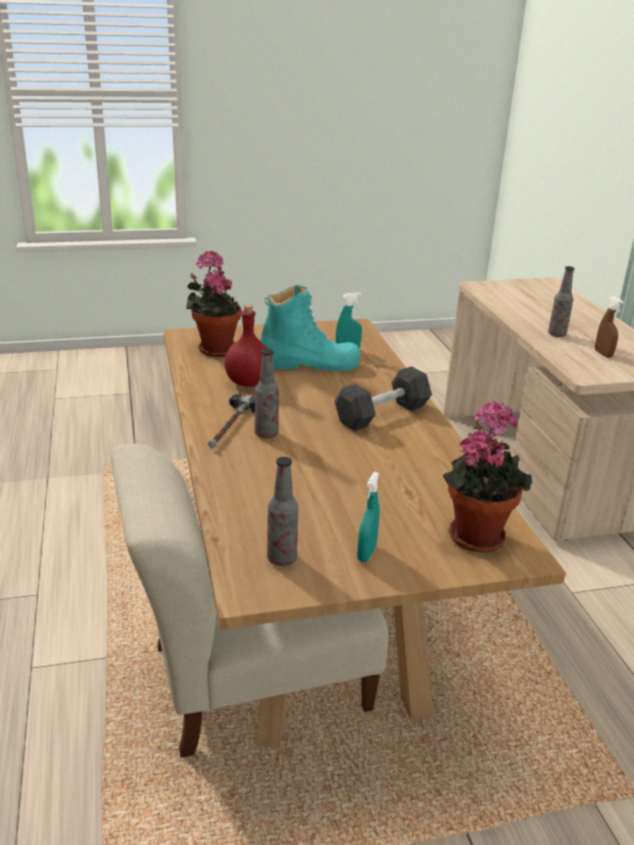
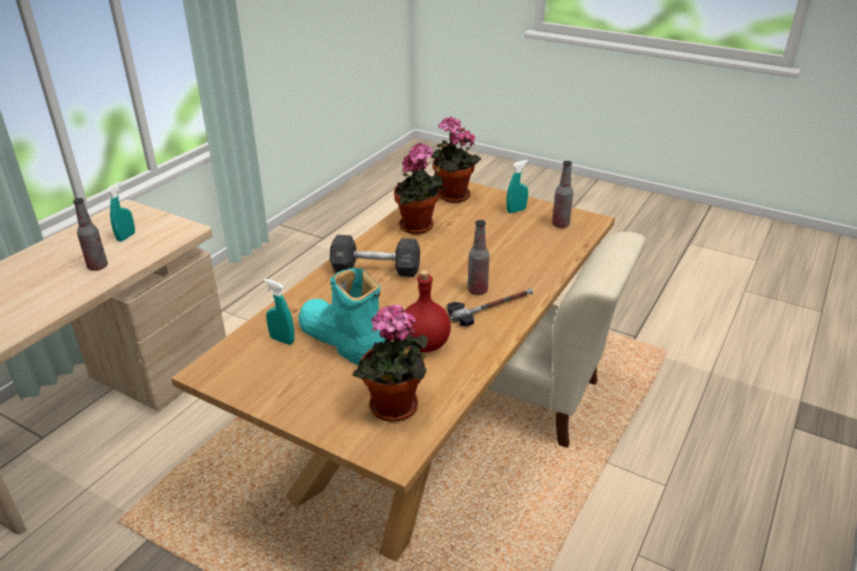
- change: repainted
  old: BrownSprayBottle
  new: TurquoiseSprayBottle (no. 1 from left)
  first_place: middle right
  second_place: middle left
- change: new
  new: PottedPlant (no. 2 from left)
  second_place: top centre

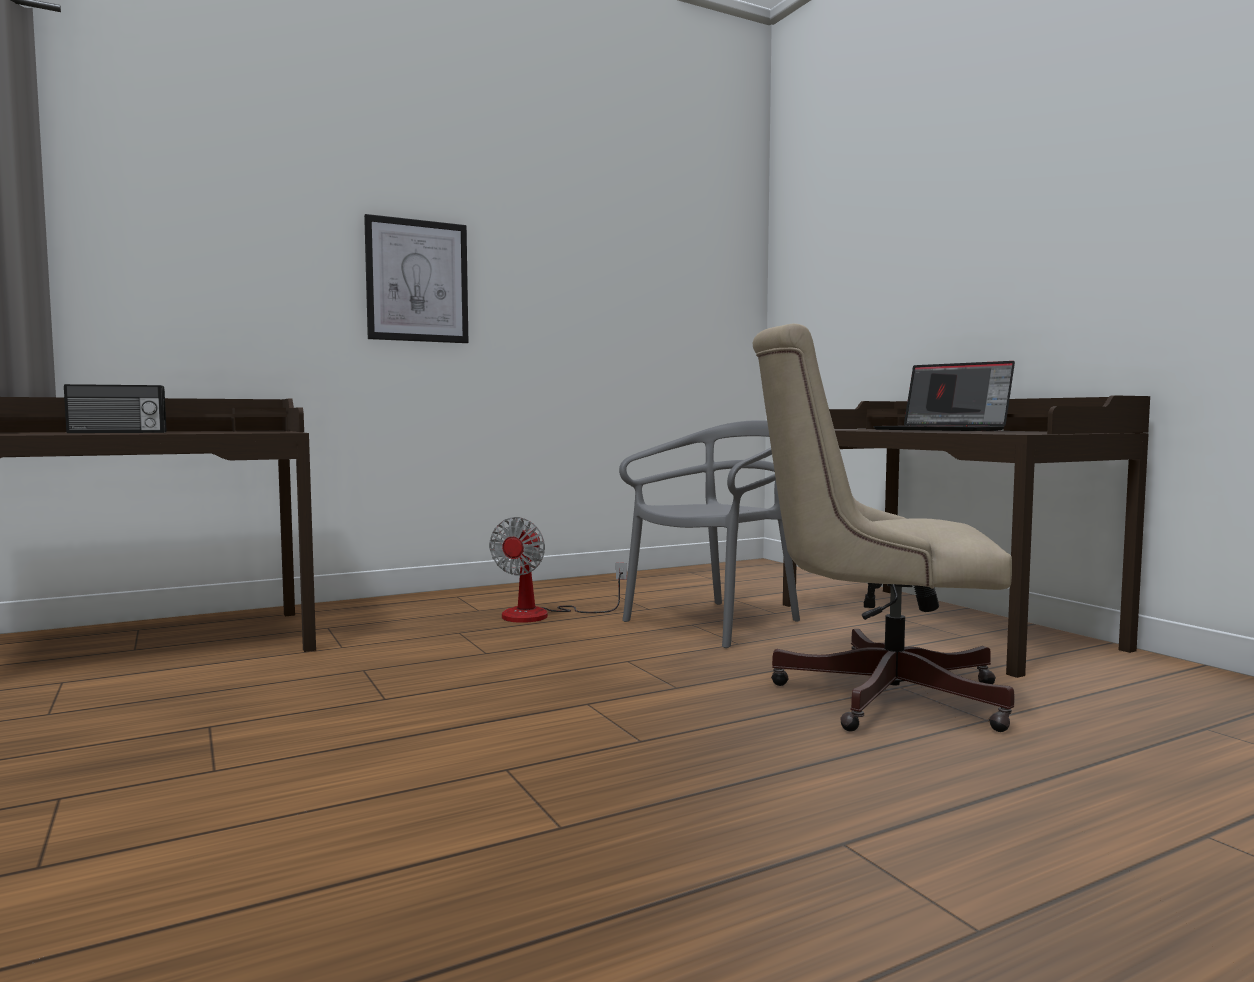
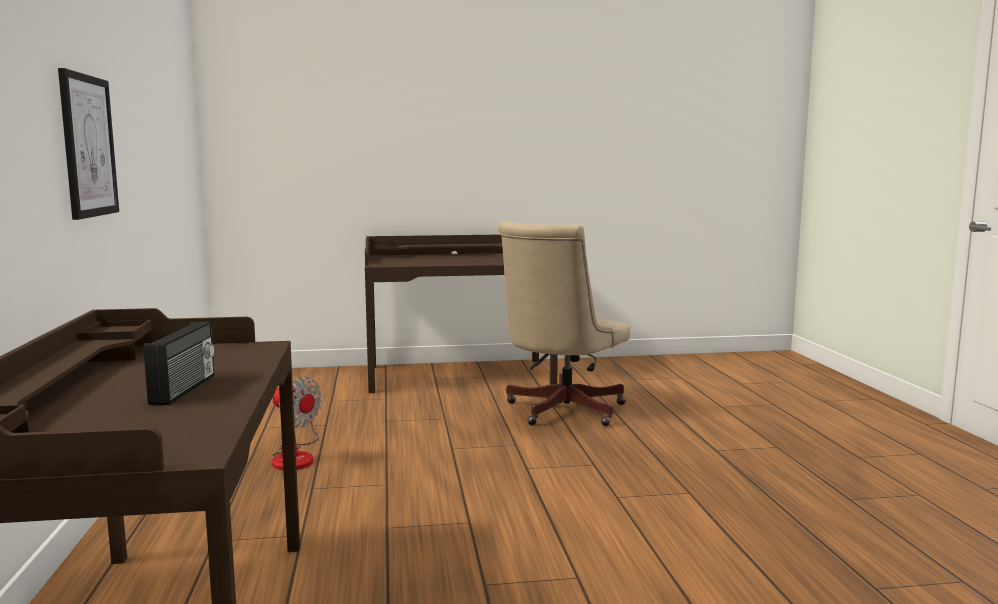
- change: gone
  old: Laptop
  first_place: middle right
- change: gone
  old: GreyChair
  first_place: centre

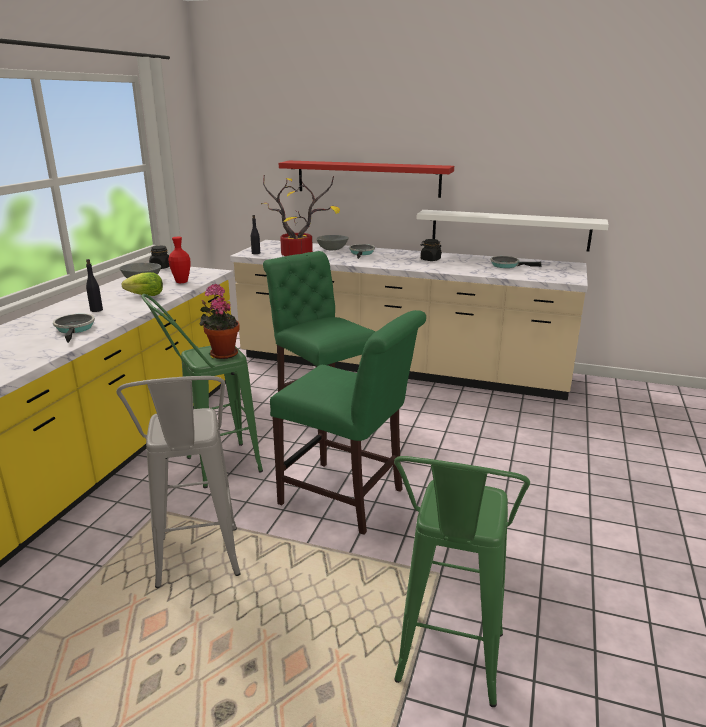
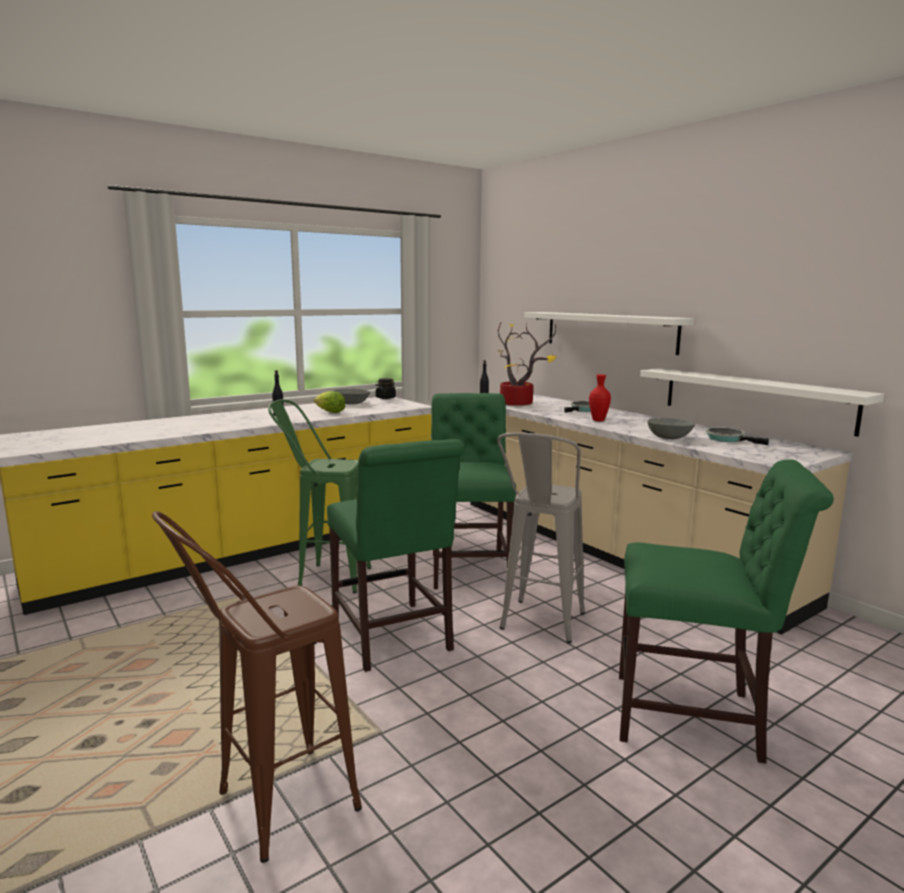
- change: repainted
  old: RedShelf
  new: WhiteShelf (no. 1 from left)
  first_place: top centre
  second_place: middle right
- change: shifted
  old: GreyBowl (no. 2 from left)
  first_place: top centre
  second_place: middle right
- change: shifted
  old: RedVase
  first_place: middle left
  second_place: centre
- change: gone
  old: BlackJar (no. 2 from left)
  first_place: centre
- change: gone
  old: PottedPlant (no. 1 from left)
  first_place: middle left
- change: gone
  old: FryingPan (no. 1 from left)
  first_place: middle left
- change: shifted
  old: GreyStool
  first_place: middle left
  second_place: centre
- change: repainted
  old: GreenStool (no. 2 from left)
  new: BrownStool
  first_place: bottom centre
  second_place: bottom left
- change: new
  new: GreenChair (no. 3 from left)
  second_place: bottom right

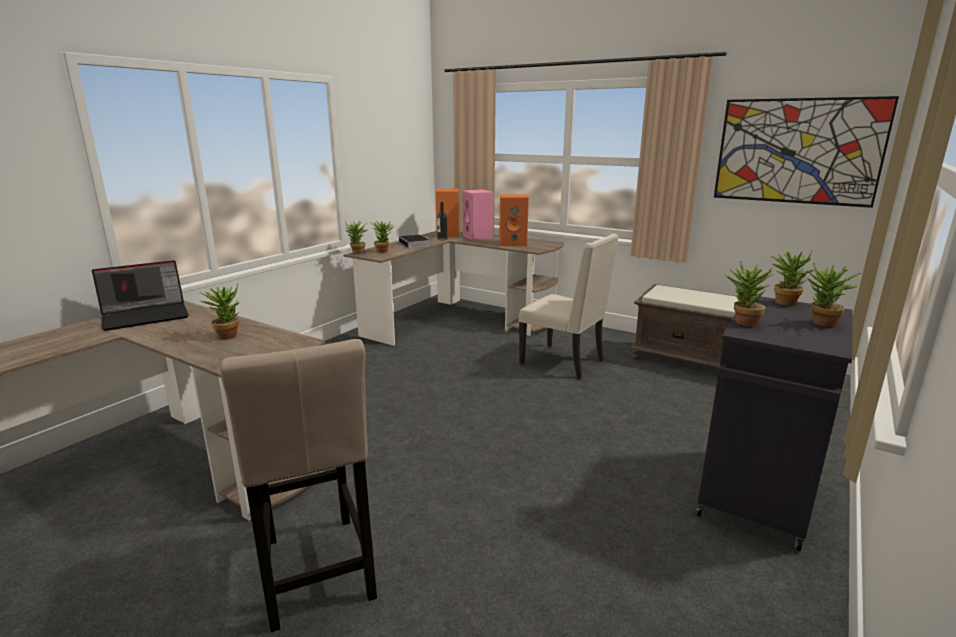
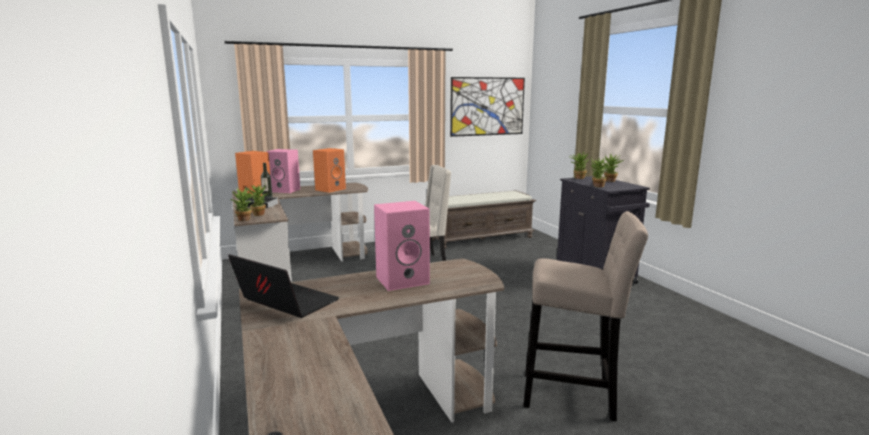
- change: rotated
  old: Laptop
  first_place: middle left
  second_place: middle left
  degrees: -60
- change: swapped
  old: PottedPlant (no. 1 from left)
  new: PinkSpeaker (no. 2 from left)
  first_place: middle left
  second_place: centre

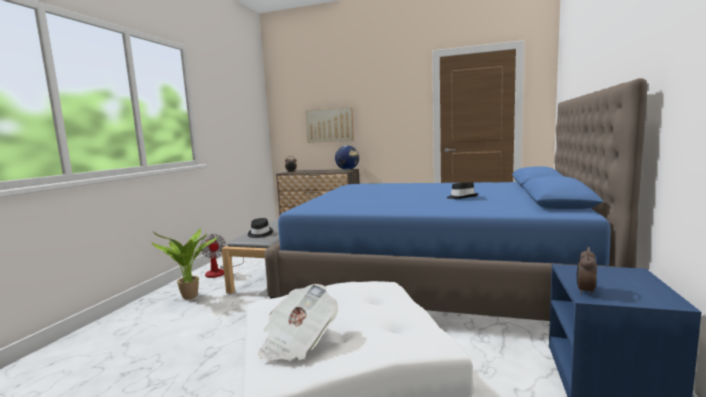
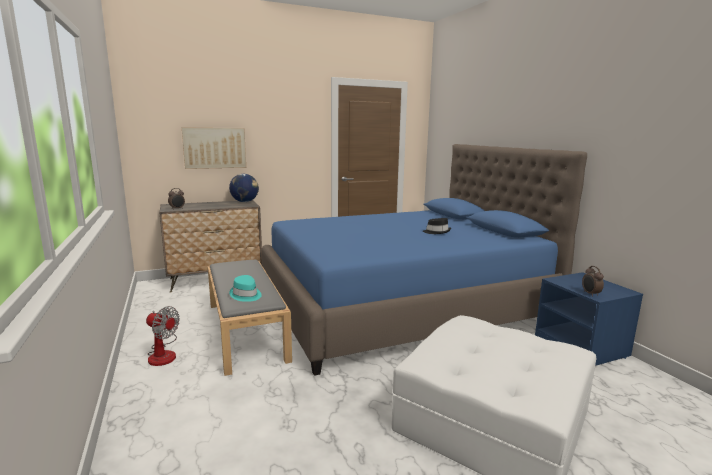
- change: repainted
  old: BlackHat (no. 1 from left)
  new: TurquoiseHat
  first_place: centre
  second_place: centre
- change: gone
  old: PottedPlant
  first_place: middle left
- change: gone
  old: Newspaper
  first_place: bottom centre

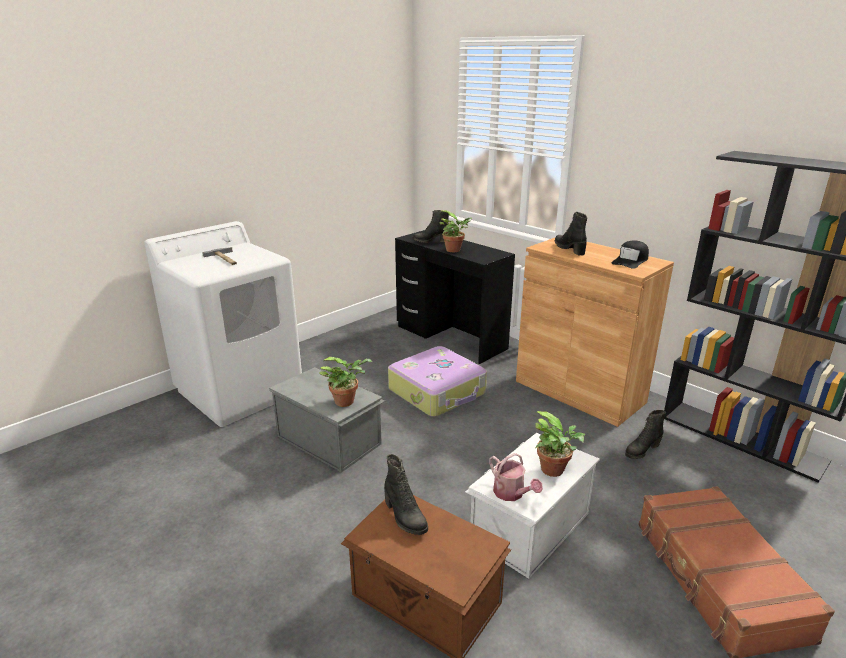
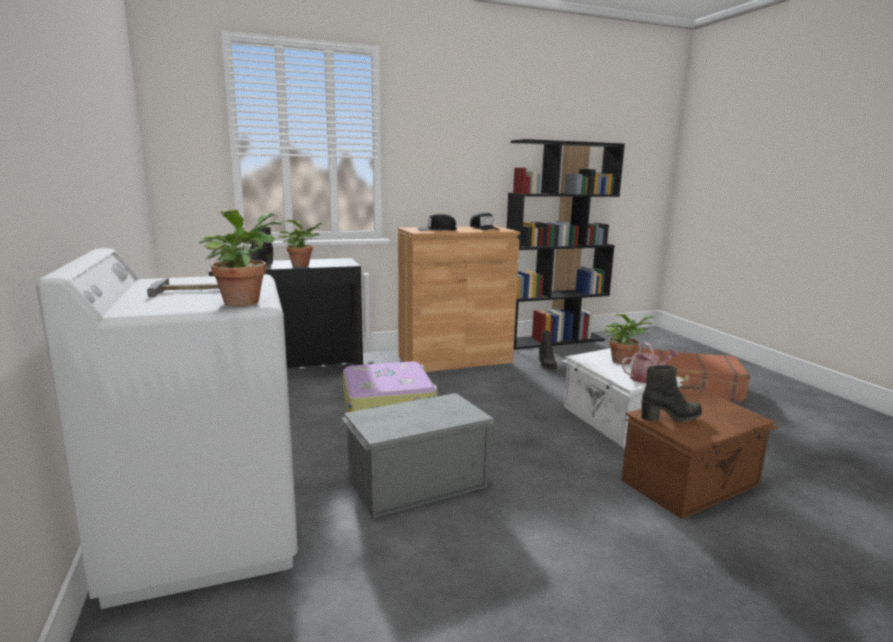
- change: swapped
  old: BlackBoot (no. 3 from left)
  new: BlackCap (no. 1 from left)
  first_place: middle right
  second_place: centre
- change: shifted
  old: PottedPlant (no. 1 from left)
  first_place: centre
  second_place: middle left

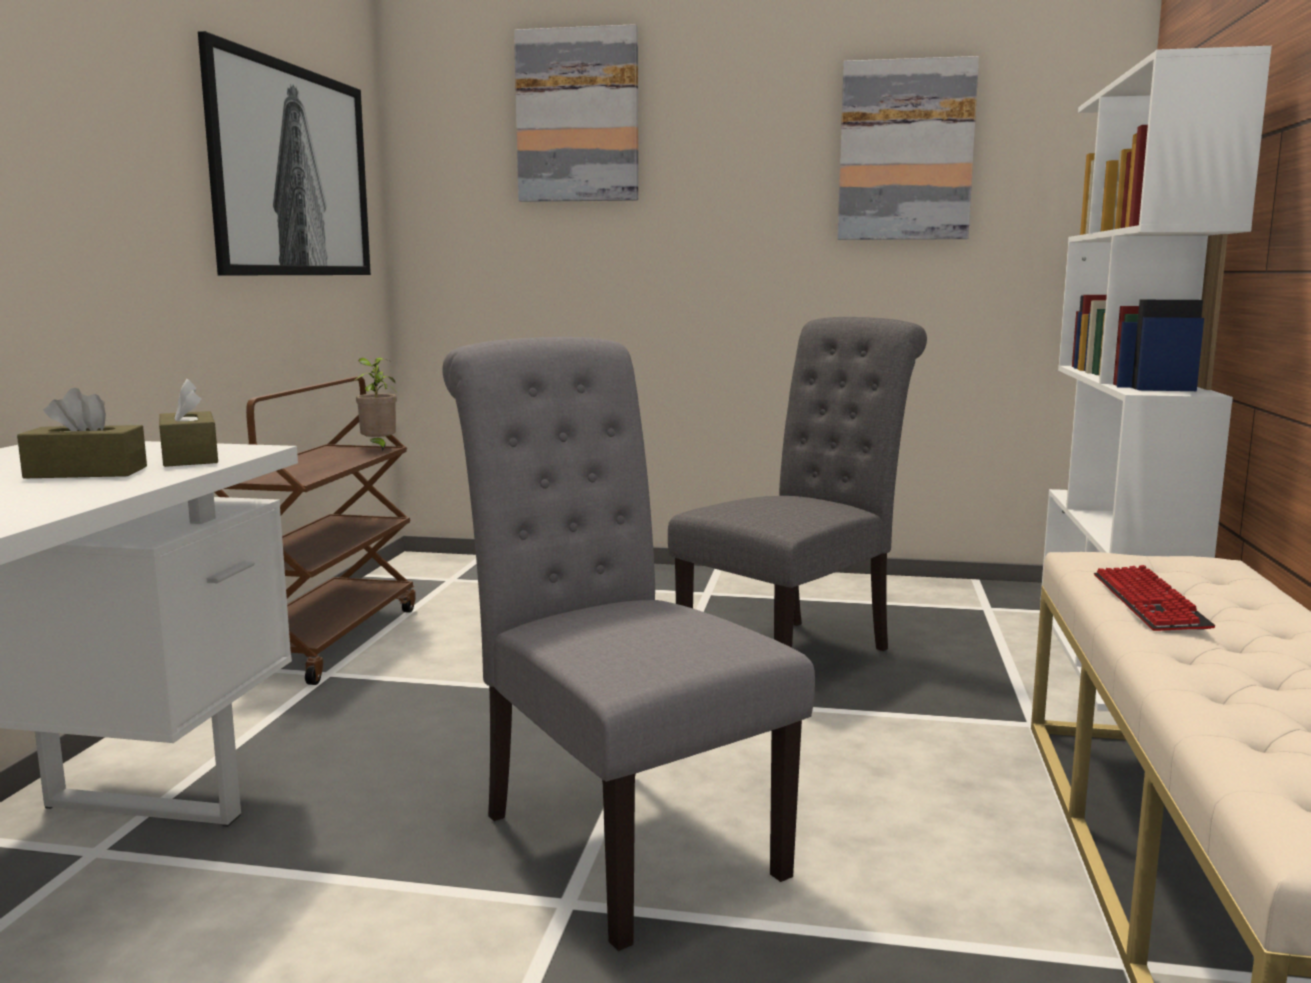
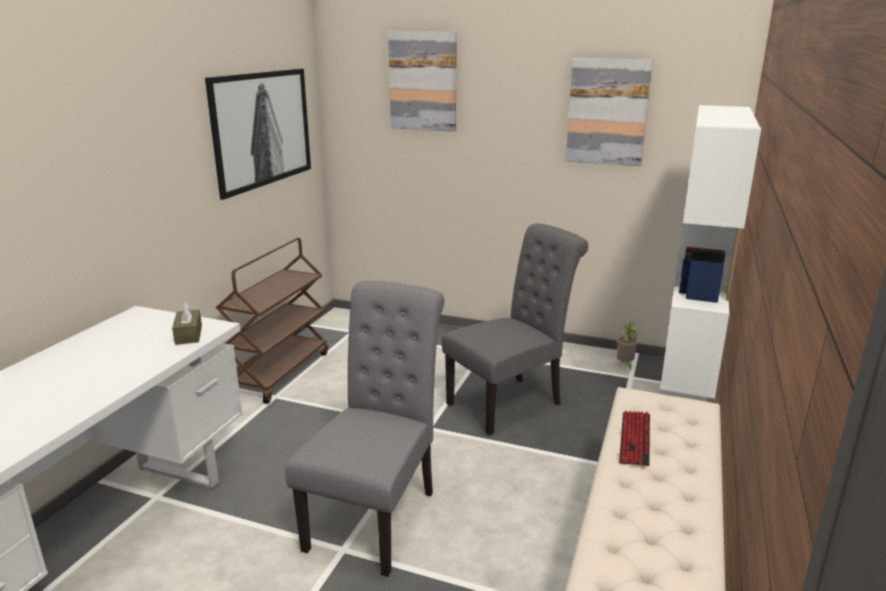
- change: rotated
  old: GreyChair (no. 1 from left)
  first_place: centre
  second_place: bottom centre
  degrees: 45
- change: shifted
  old: PottedPlant
  first_place: middle left
  second_place: middle right
- change: gone
  old: BrownTissueBox (no. 1 from left)
  first_place: middle left

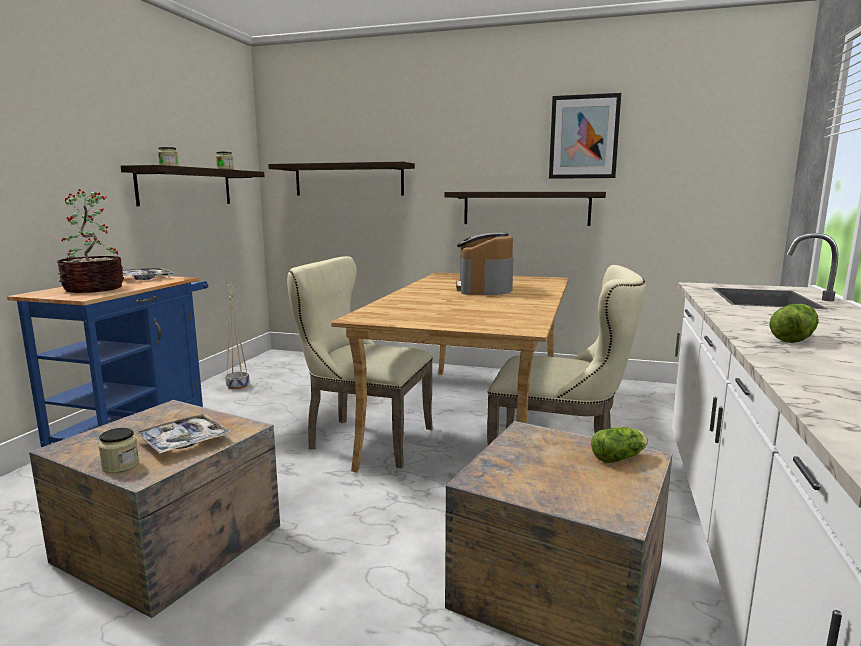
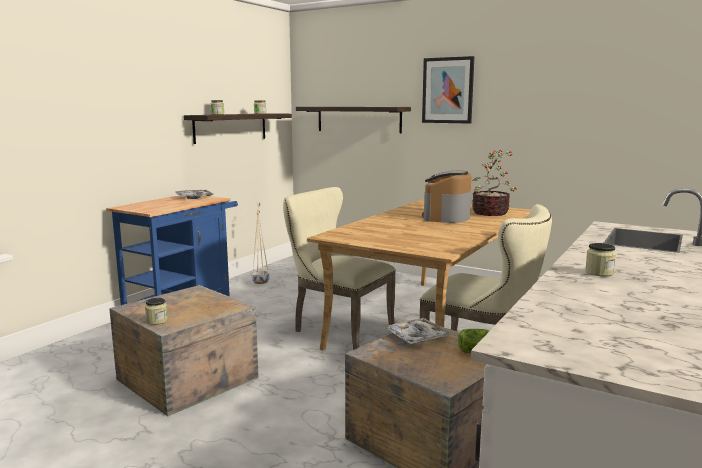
- change: shifted
  old: Picture
  first_place: top right
  second_place: top centre
- change: shifted
  old: PottedPlant
  first_place: middle left
  second_place: middle right
- change: gone
  old: Shelf (no. 3 from left)
  first_place: top centre
- change: swapped
  old: Lettuce (no. 2 from left)
  new: Jar (no. 4 from left)
  first_place: middle right
  second_place: middle right
- change: shifted
  old: Tray (no. 2 from left)
  first_place: bottom left
  second_place: bottom centre

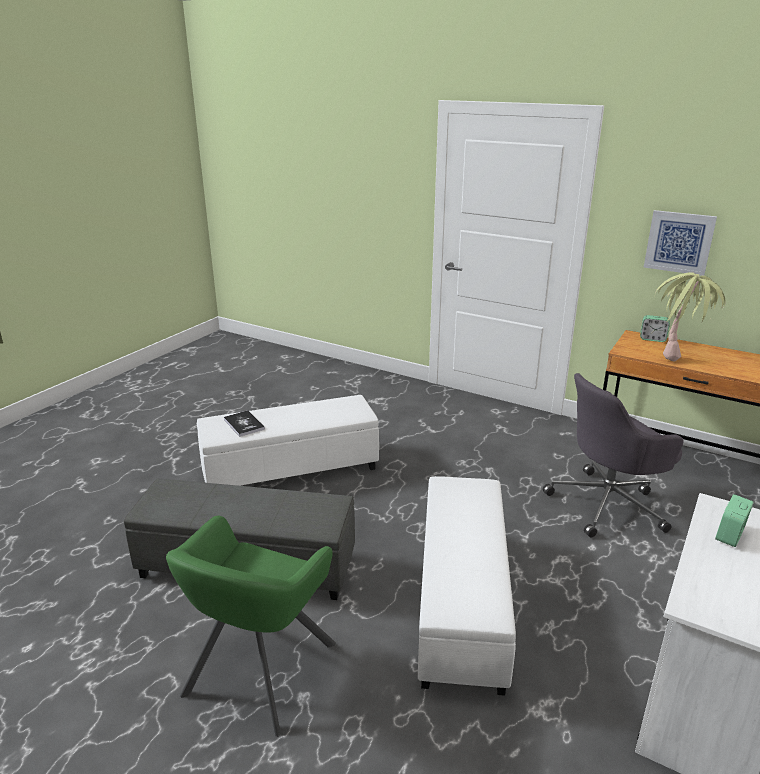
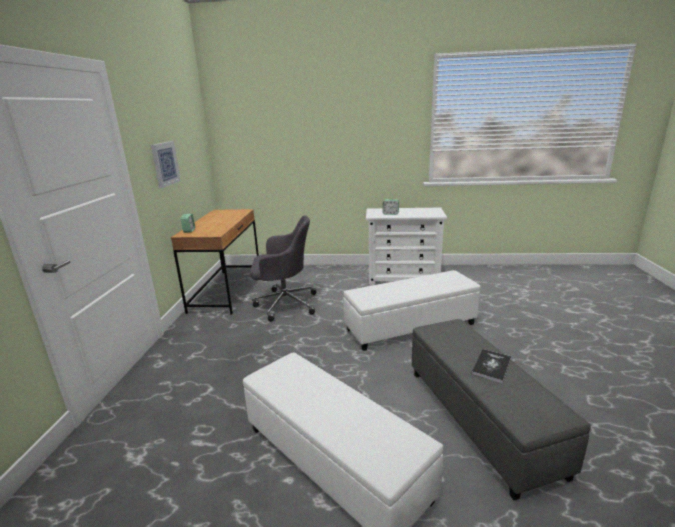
- change: gone
  old: PottedPlant
  first_place: middle right
- change: rotated
  old: GreyOfficeChair
  first_place: middle right
  second_place: centre
  degrees: -45
- change: shifted
  old: Book
  first_place: middle left
  second_place: bottom right
- change: gone
  old: GreenArmchair
  first_place: bottom left

